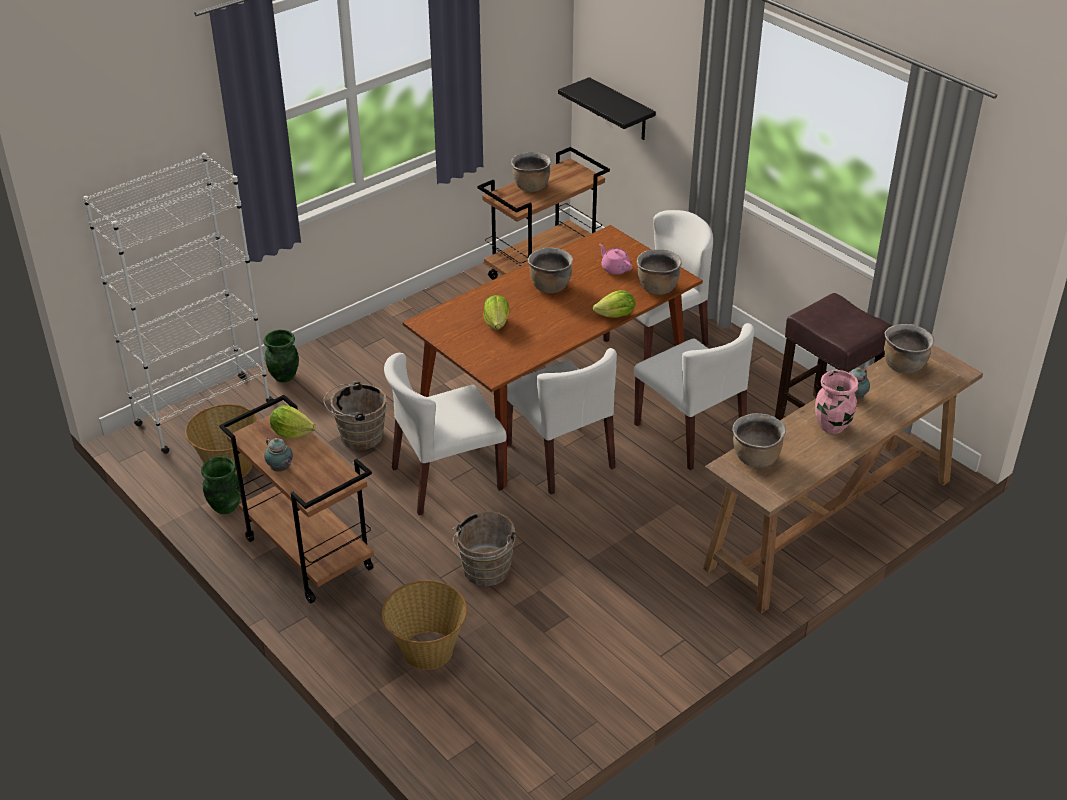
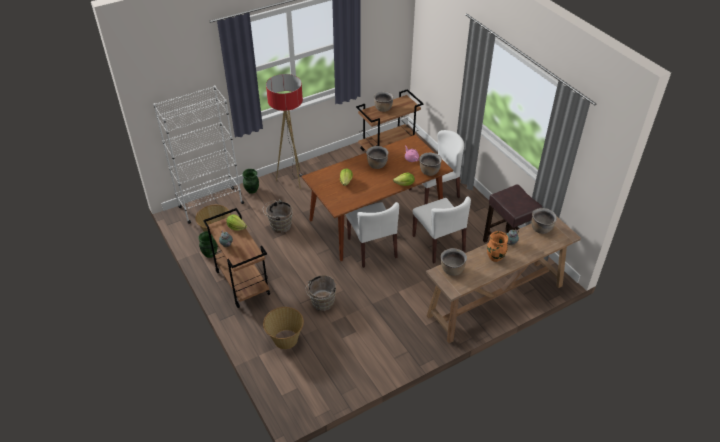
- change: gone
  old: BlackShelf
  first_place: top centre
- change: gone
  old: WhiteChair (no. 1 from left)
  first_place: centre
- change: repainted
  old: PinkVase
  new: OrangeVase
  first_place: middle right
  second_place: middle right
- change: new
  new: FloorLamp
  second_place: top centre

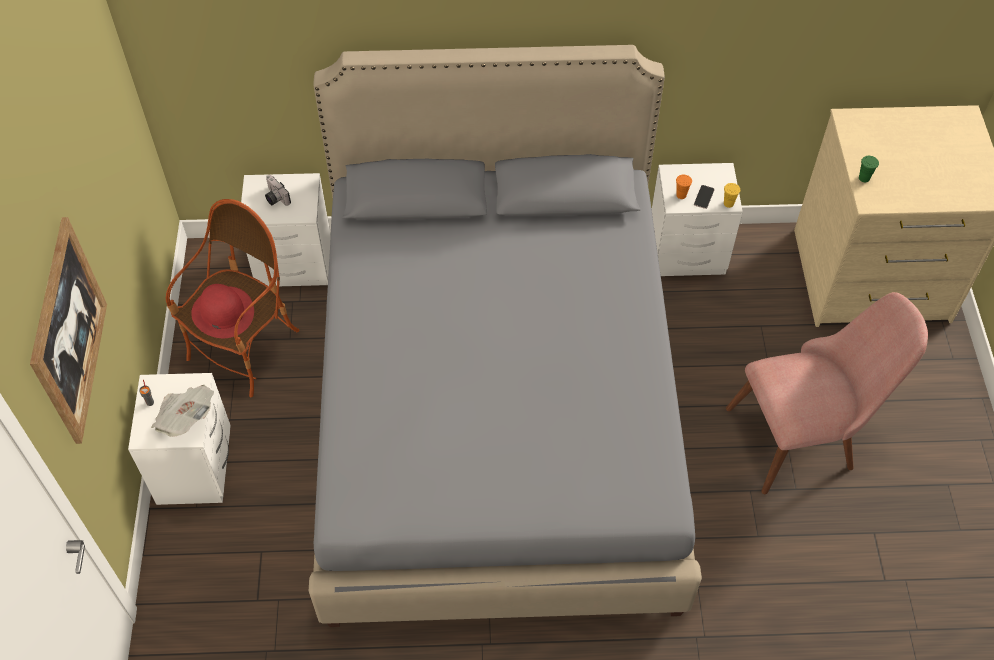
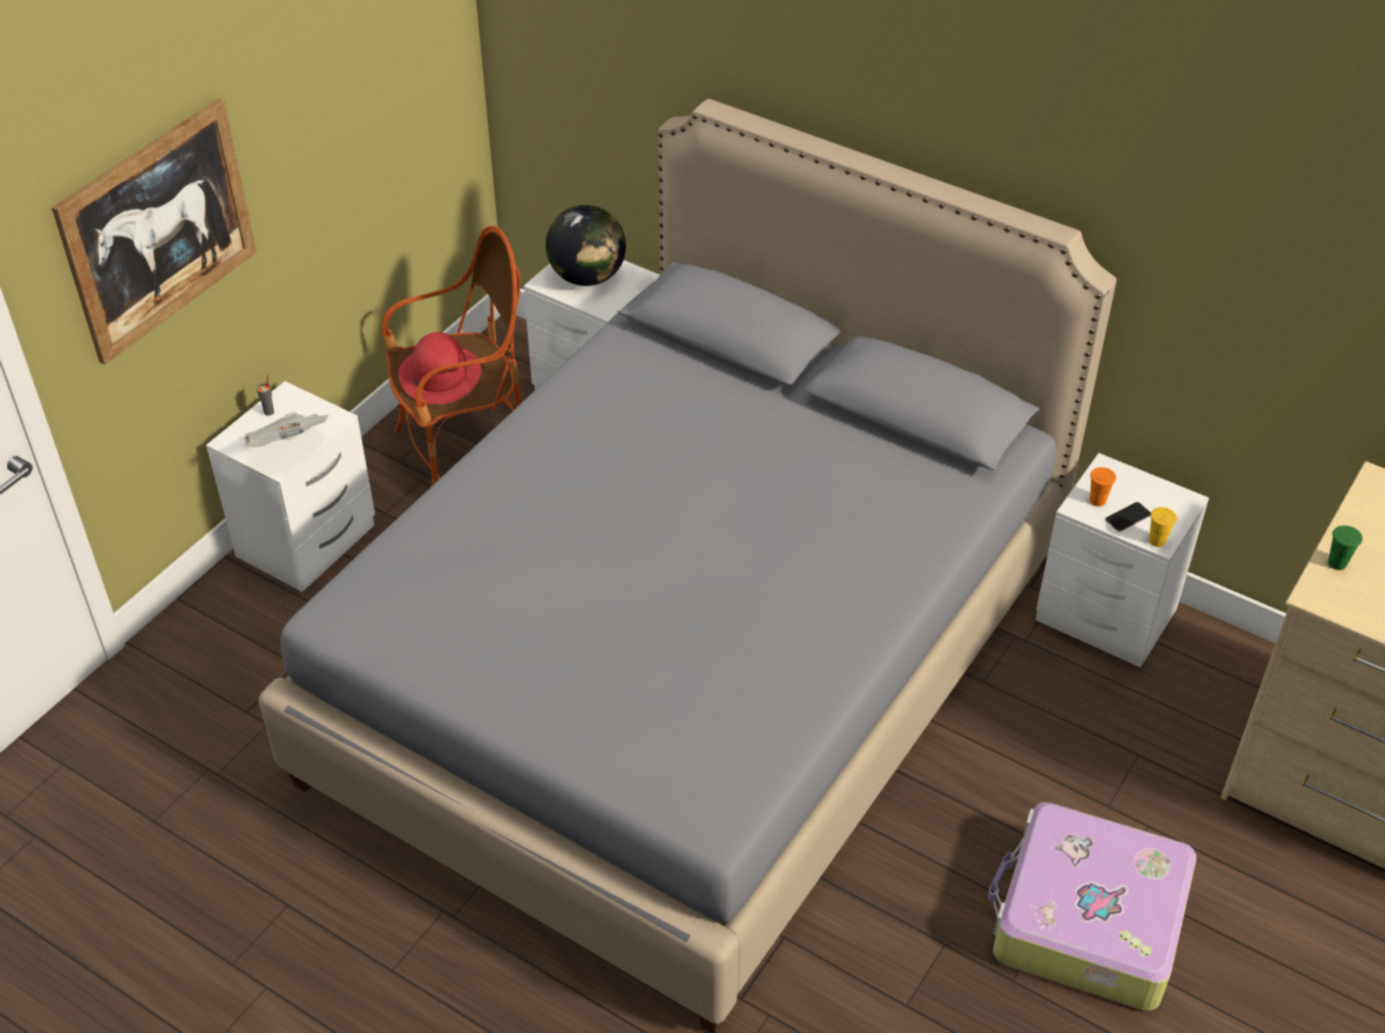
- change: swapped
  old: PhotoCamera
  new: Globe
  first_place: top left
  second_place: top centre
- change: swapped
  old: PinkChair
  new: Suitcase
  first_place: middle right
  second_place: bottom right

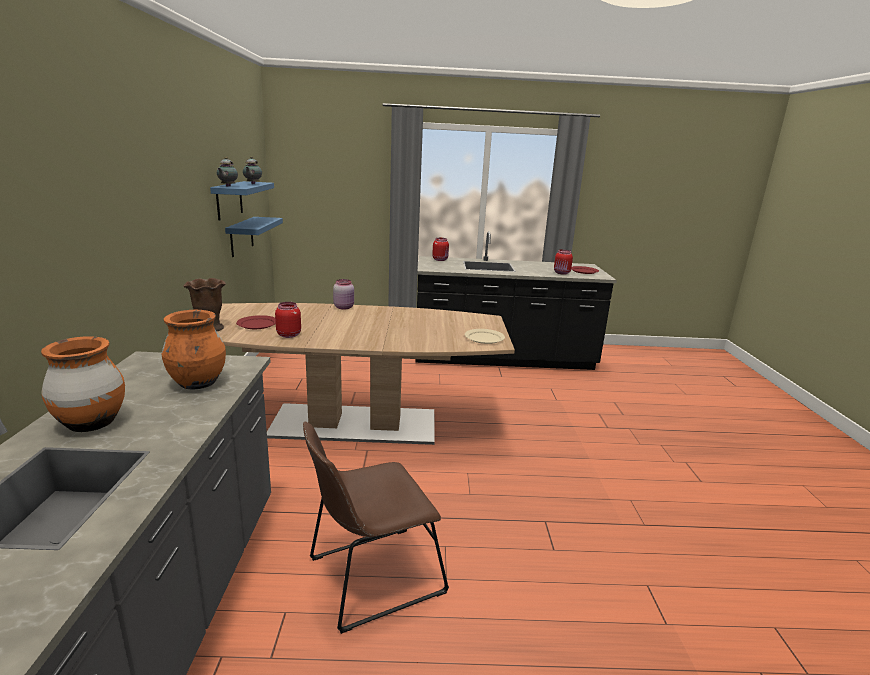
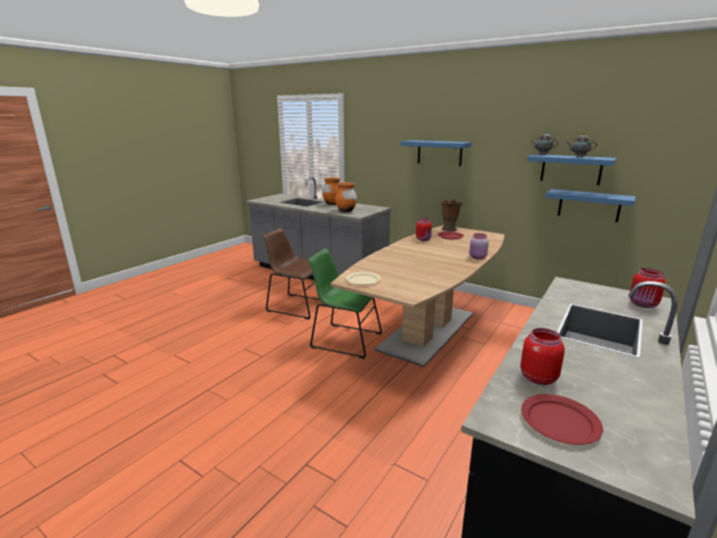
- change: rotated
  old: BrownChair
  first_place: bottom centre
  second_place: centre
  degrees: -75
- change: new
  new: BlueShelf (no. 1 from left)
  second_place: top centre
- change: new
  new: GreenChair
  second_place: centre

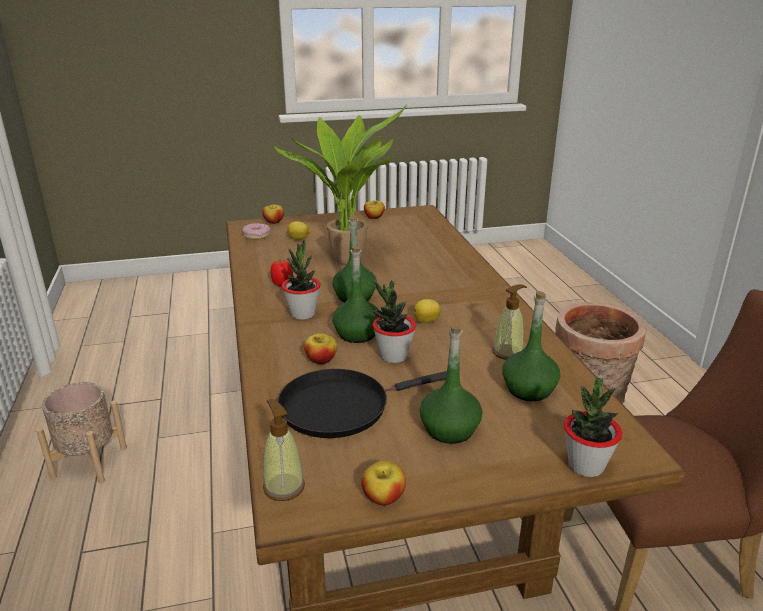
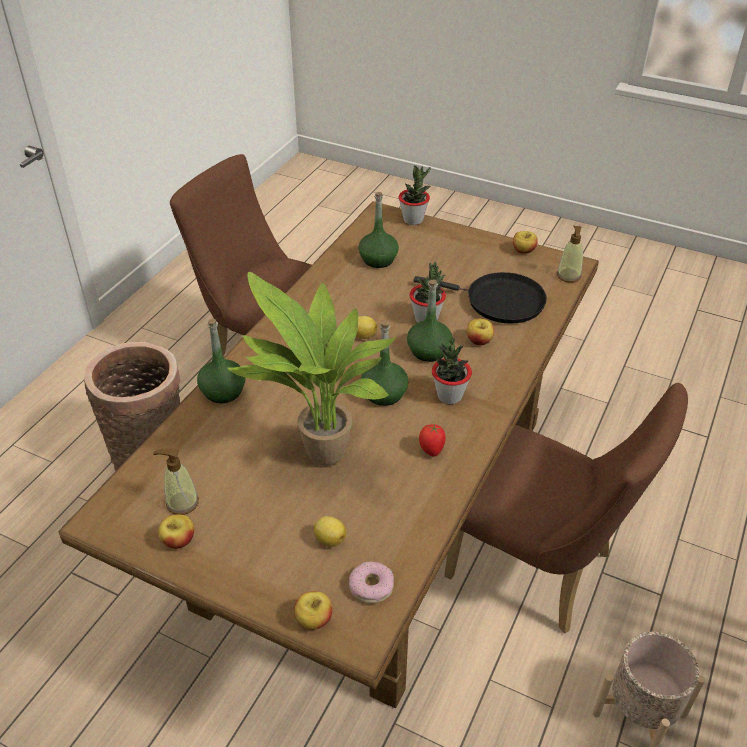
- change: shifted
  old: SoapDispenser (no. 2 from left in the first image)
  new: SoapDispenser (no. 1 from left)
  first_place: middle right
  second_place: middle left
- change: shifted
  old: GreenBottle (no. 3 from left in the first image)
  new: GreenBottle (no. 1 from left)
  first_place: centre
  second_place: middle left
- change: new
  new: BrownChair (no. 2 from left)
  second_place: bottom right

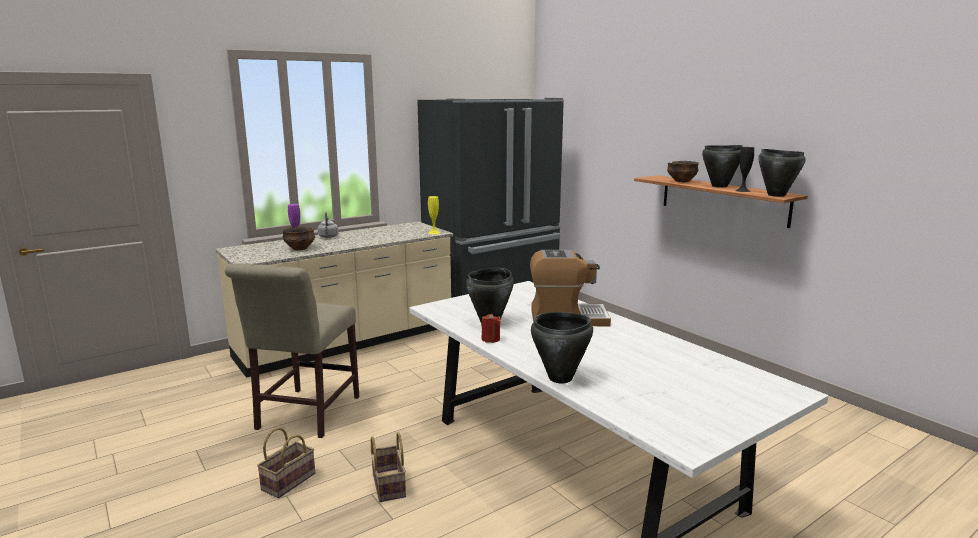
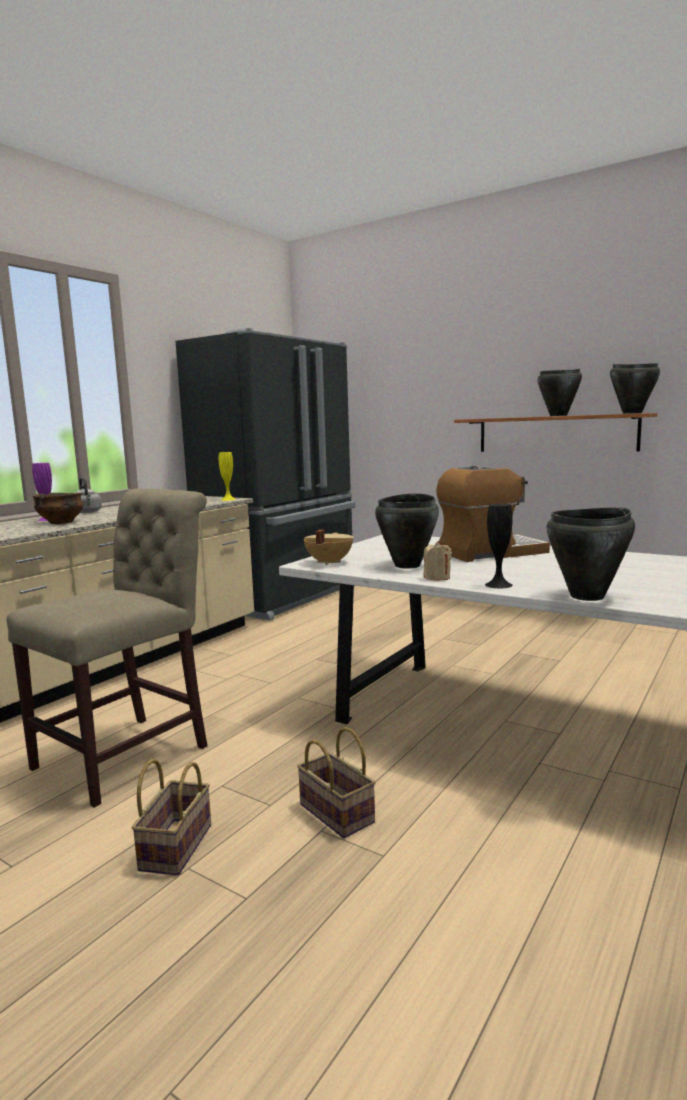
- change: shifted
  old: BlackVase
  first_place: top right
  second_place: middle right
- change: gone
  old: Bowl (no. 2 from left)
  first_place: top right
- change: rotated
  old: BeigeChair
  first_place: middle left
  second_place: middle left
  degrees: -135
- change: repainted
  old: RedCandle
  new: BeigeCandle
  first_place: centre
  second_place: centre
- change: new
  new: BeigeCookingPot
  second_place: centre

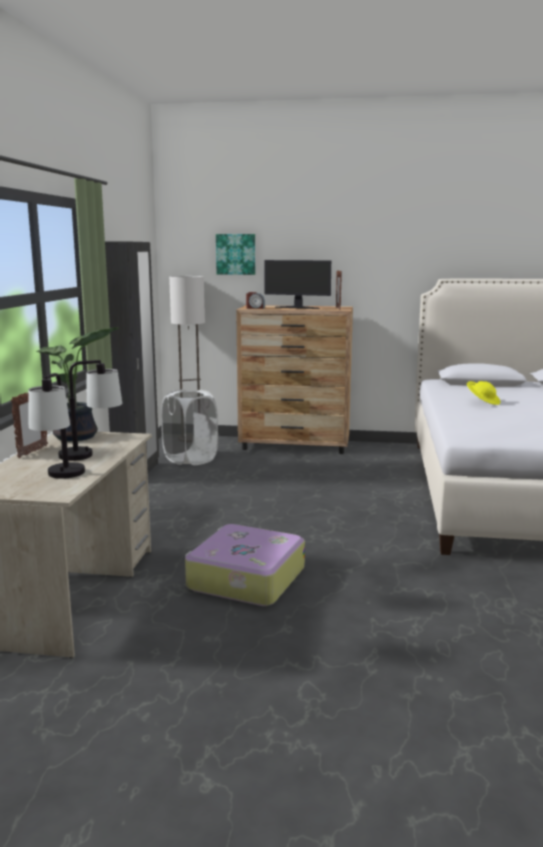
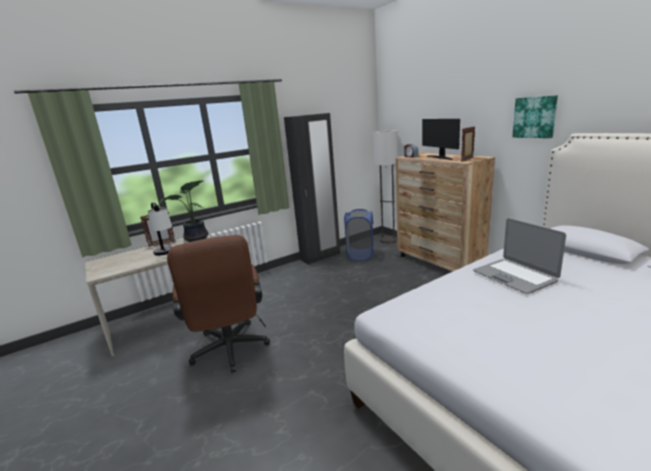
- change: shifted
  old: Picture
  first_place: top centre
  second_place: top right
- change: gone
  old: TableLamp (no. 1 from left)
  first_place: middle left
- change: swapped
  old: YellowHat
  new: Laptop
  first_place: middle right
  second_place: middle right
- change: repainted
  old: WhiteLaundryBasket
  new: BlueLaundryBasket
  first_place: centre
  second_place: centre
- change: swapped
  old: Suitcase
  new: BrownOfficeChair
  first_place: bottom centre
  second_place: centre

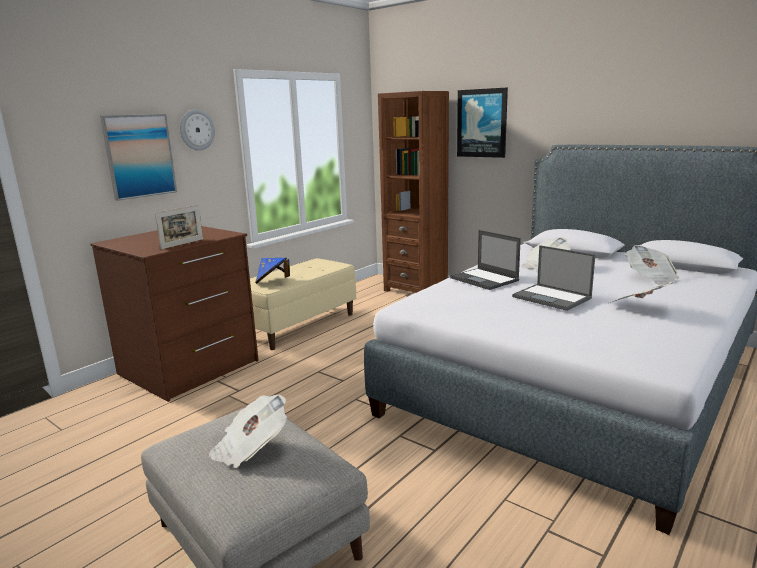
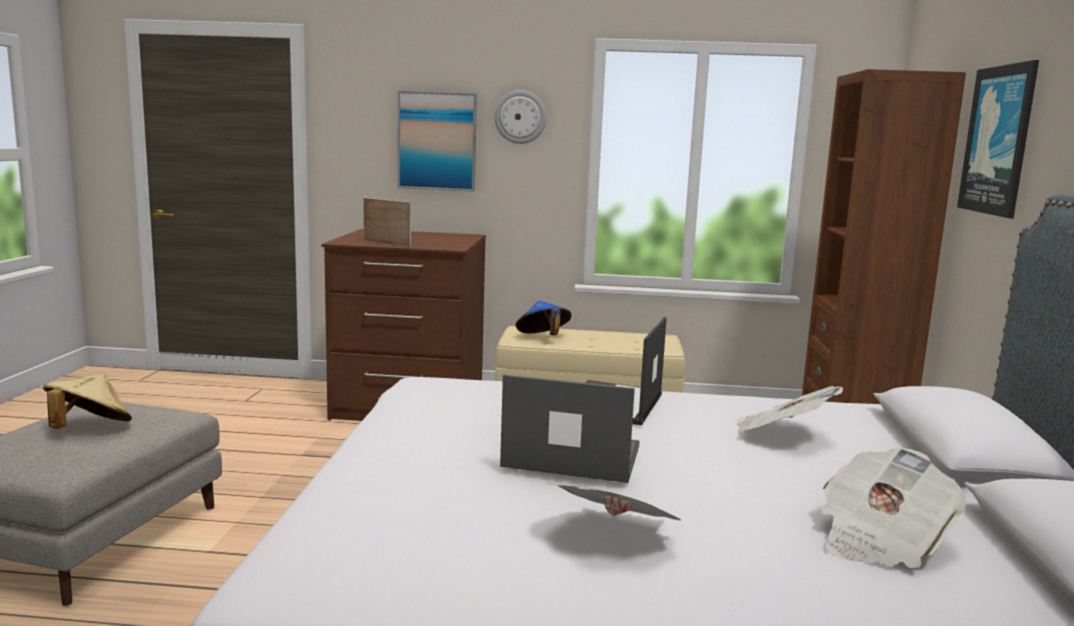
- change: rotated
  old: PictureFrame
  first_place: middle left
  second_place: centre
  degrees: -150
- change: rotated
  old: Laptop (no. 2 from left in the first image)
  first_place: middle right
  second_place: bottom centre
  degrees: 90
- change: swapped
  old: Newspaper (no. 1 from left)
  new: BeigeHat
  first_place: bottom left
  second_place: middle left

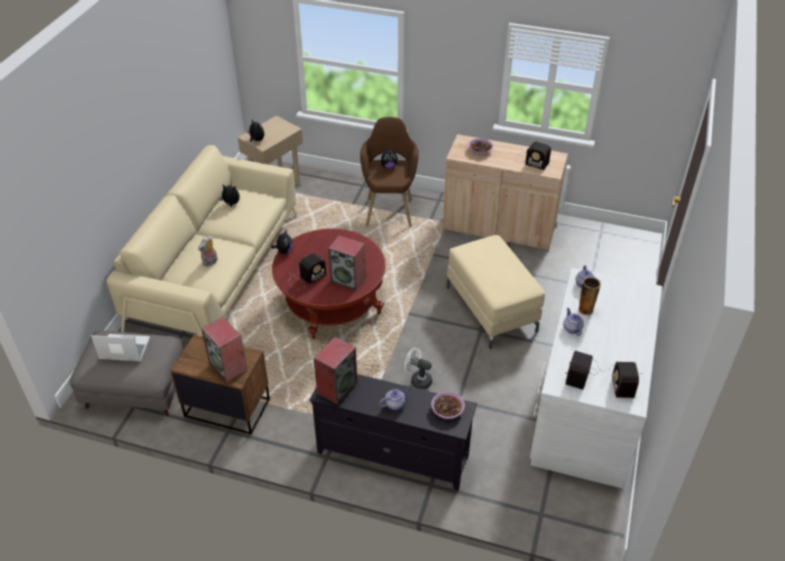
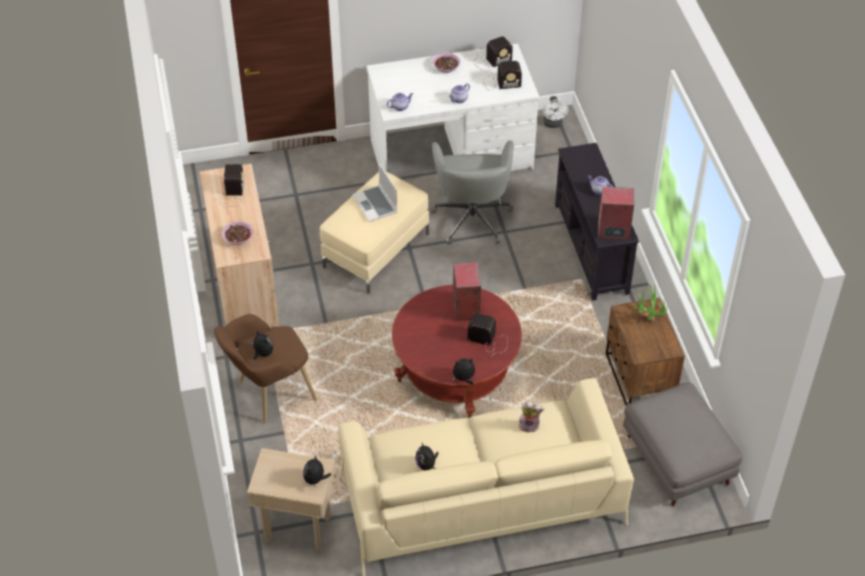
- change: gone
  old: Vase
  first_place: middle right
- change: swapped
  old: Speaker (no. 1 from left)
  new: PottedPlant
  first_place: middle left
  second_place: middle right
- change: shifted
  old: Laptop
  first_place: middle left
  second_place: centre
- change: shifted
  old: WhiteFan
  first_place: centre
  second_place: top centre
- change: shifted
  old: Bowl (no. 1 from left in the first image)
  new: Bowl (no. 2 from left)
  first_place: bottom centre
  second_place: top centre
- change: new
  new: GreyOfficeChair
  second_place: centre

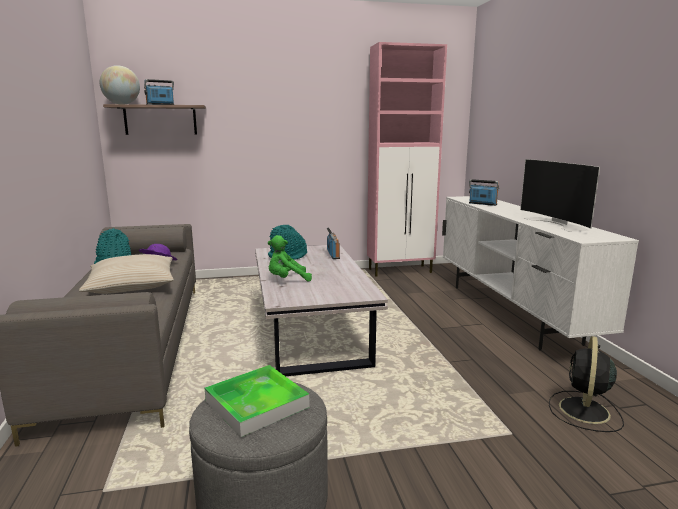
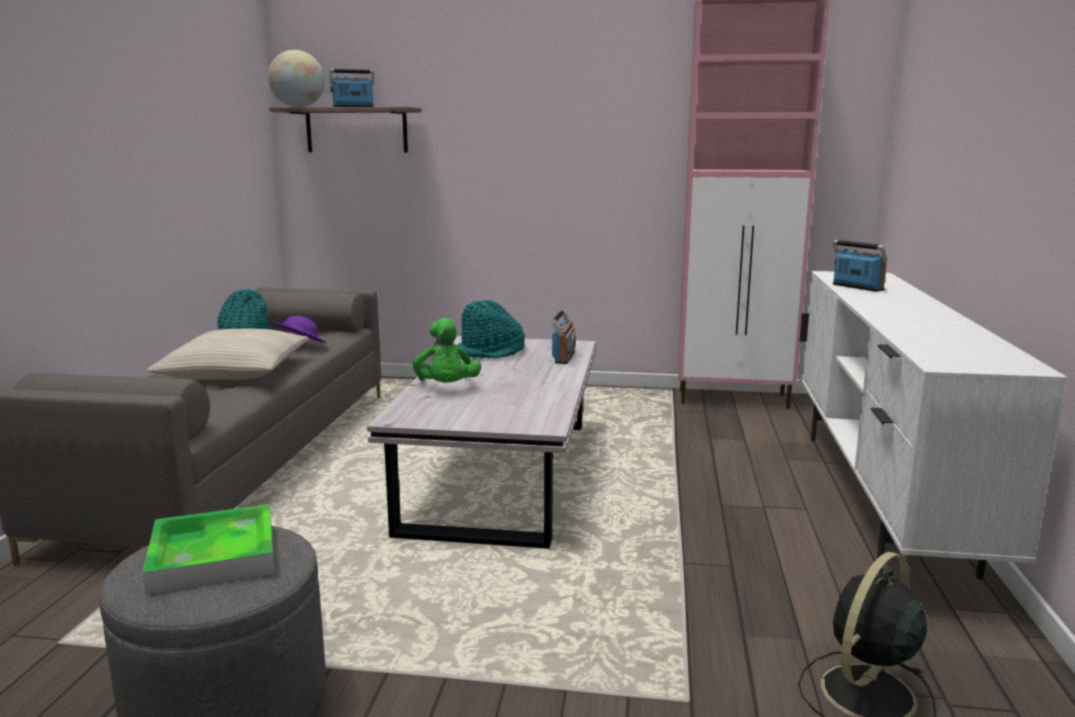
- change: gone
  old: Television
  first_place: middle right
- change: rotated
  old: GreenPlushToy
  first_place: centre
  second_place: centre
  degrees: -105

